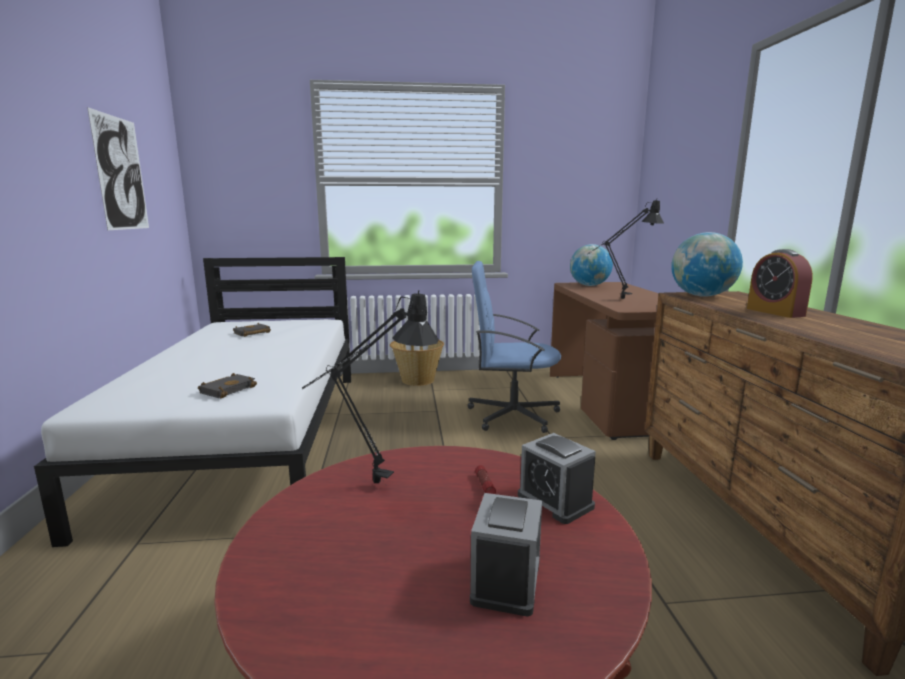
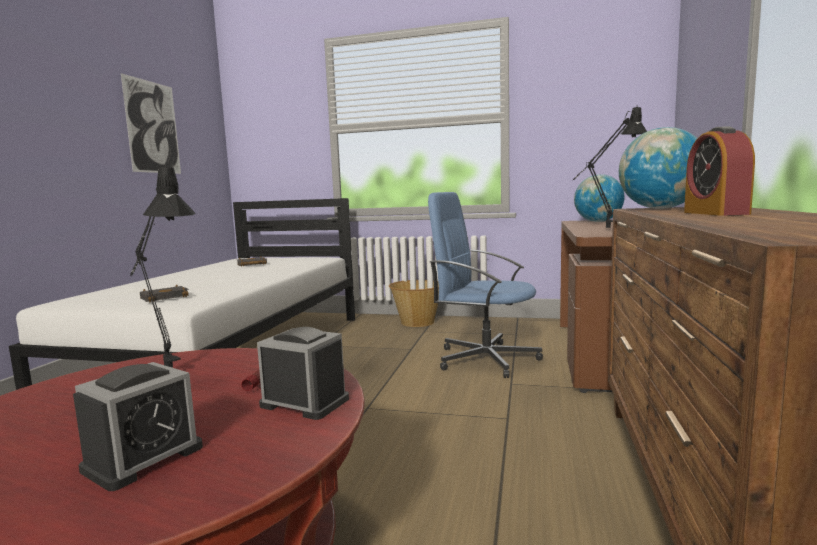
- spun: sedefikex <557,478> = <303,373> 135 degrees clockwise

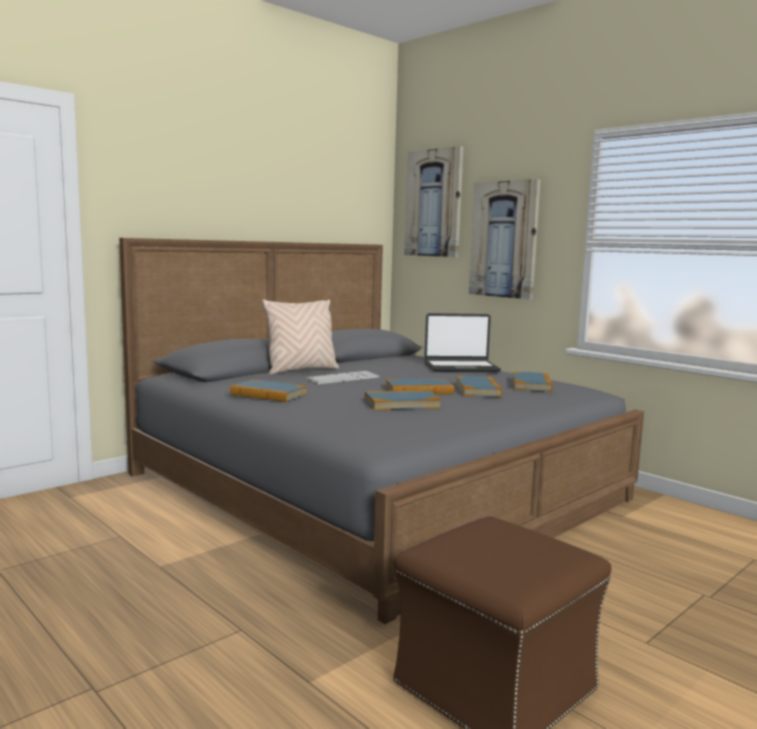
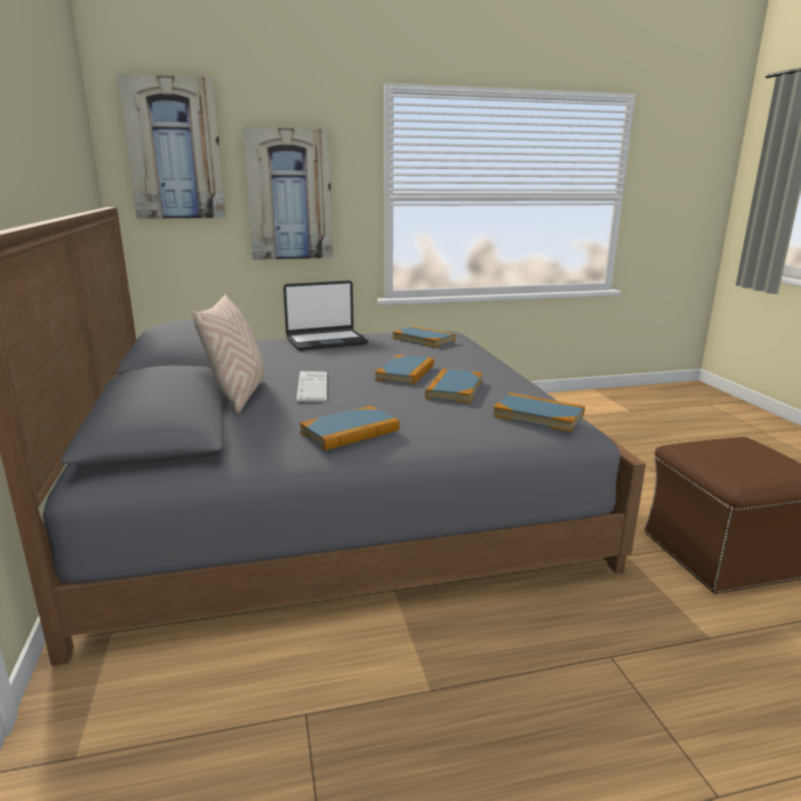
- spun: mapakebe <462,342> = <325,315> 45 degrees clockwise
- relocated: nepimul <479,386> to <539,412>

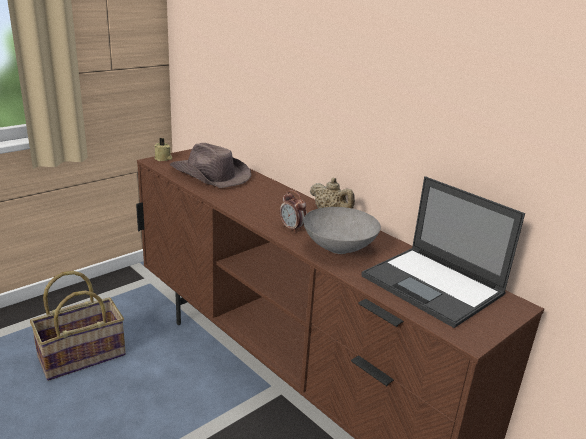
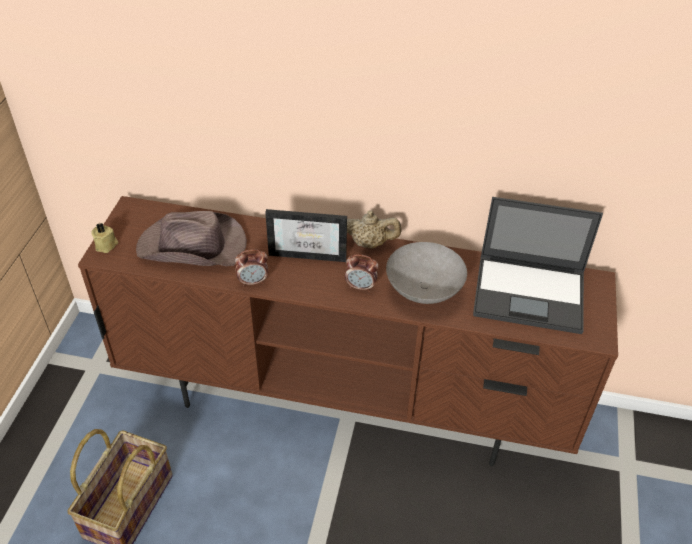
- appeared: sedefikex <251,268>
- appeared: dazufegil <306,235>

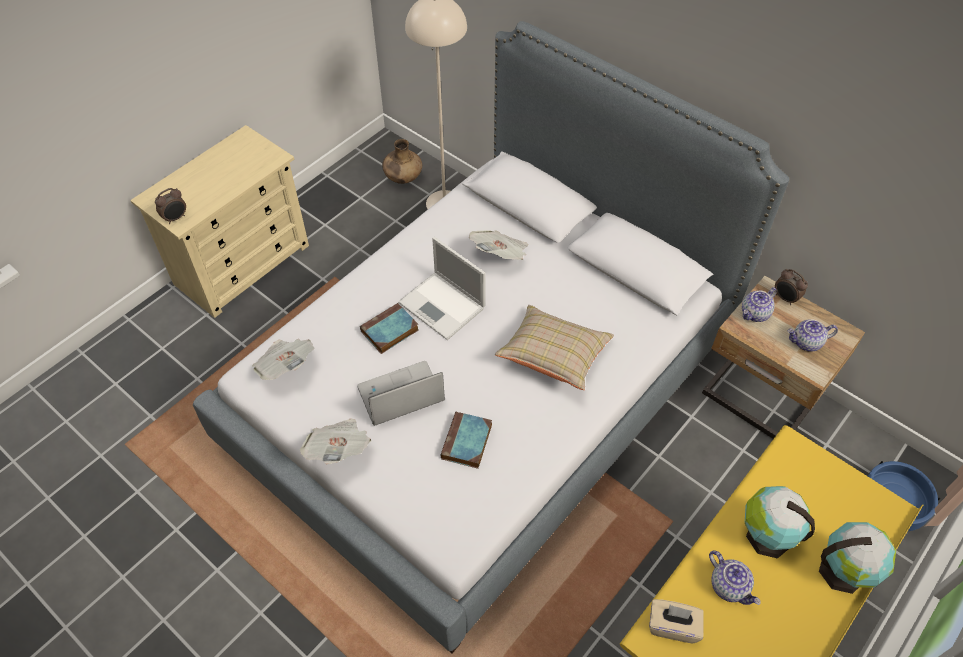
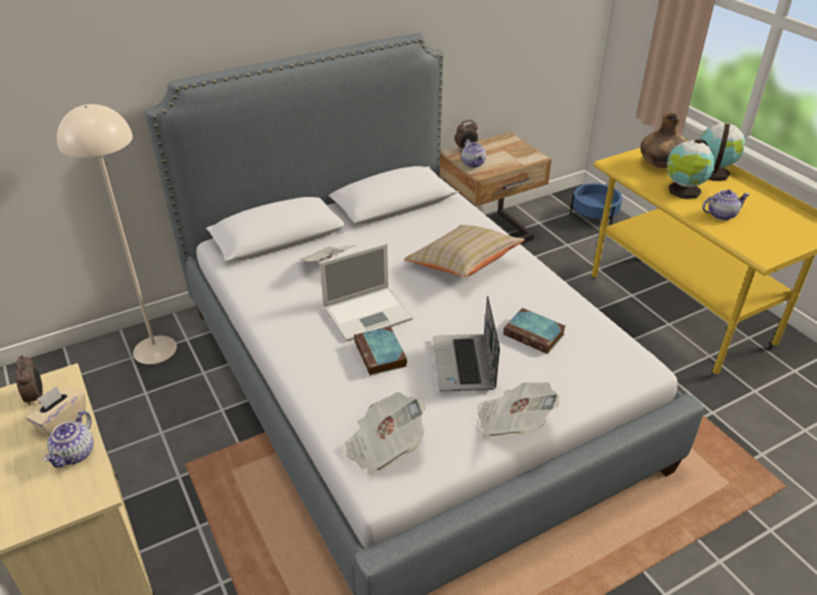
- relocated: sedefikex <170,206> to <29,380>
- relocated: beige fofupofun <676,621> to <55,411>
- relocated: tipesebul <812,335> to <69,439>
- relocated: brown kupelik <402,161> to <663,140>

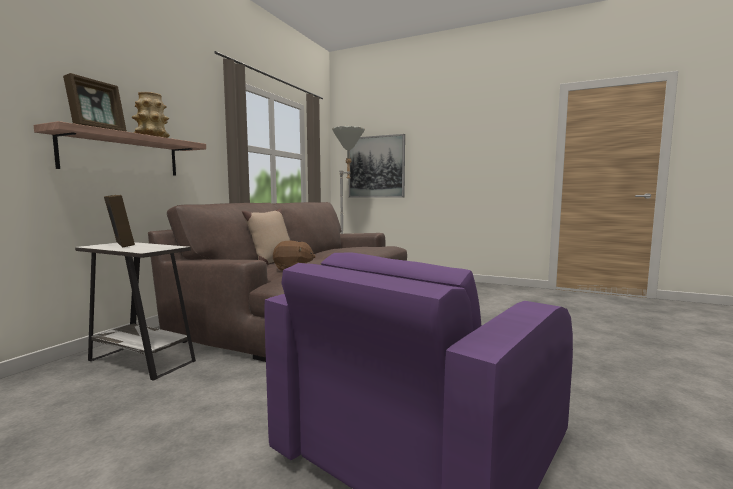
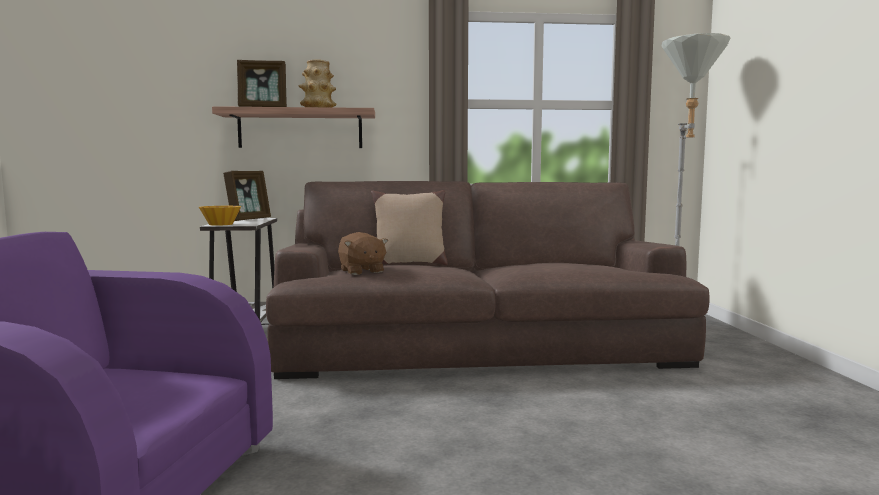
- appeared: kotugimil <220,216>
- missing: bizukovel <377,165>

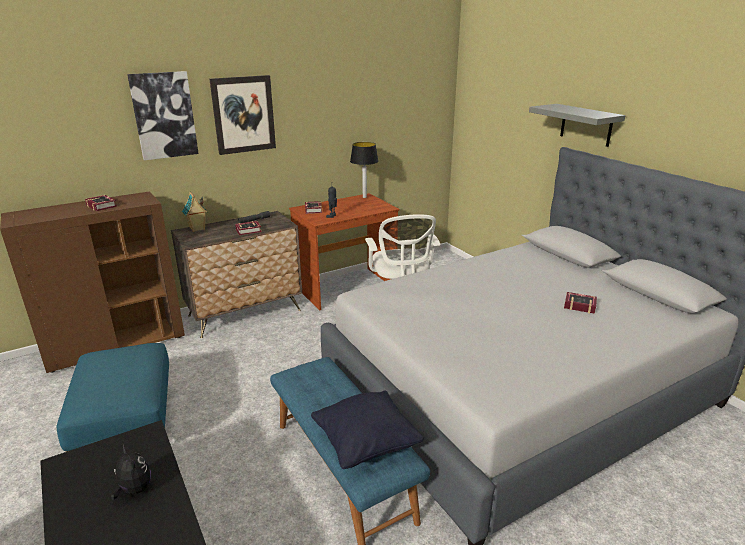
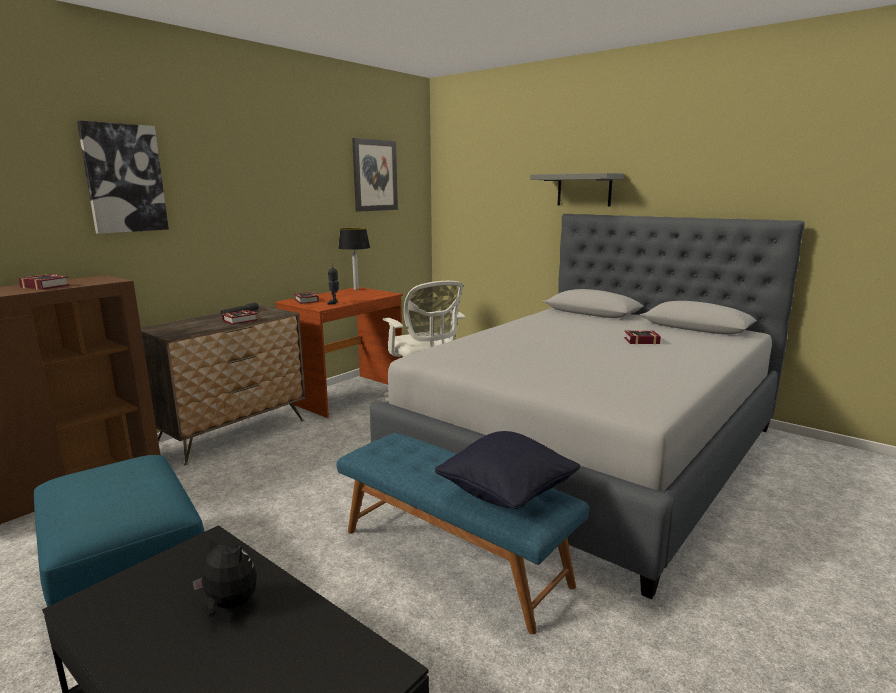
- relocated: bizukovel <243,115> to <375,175>
- missing: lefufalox <194,212>

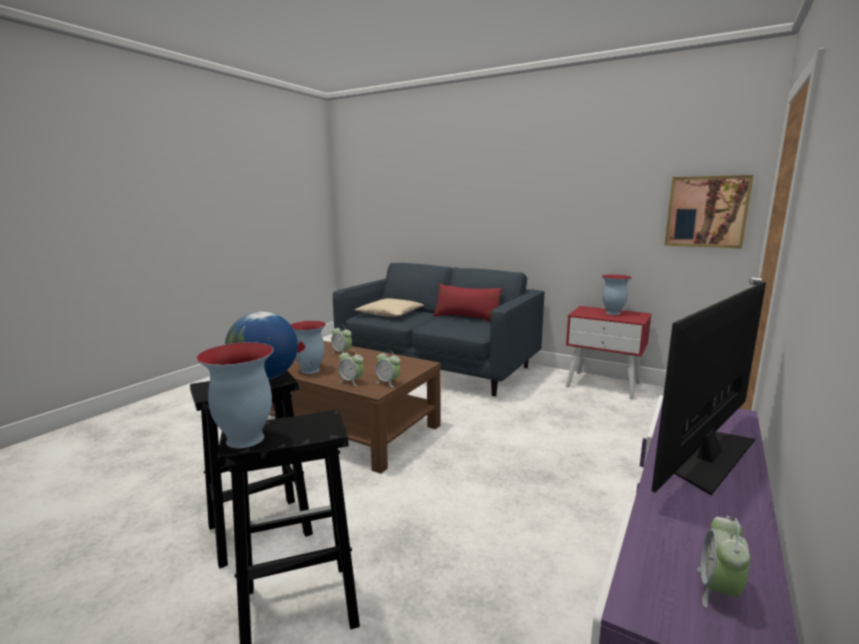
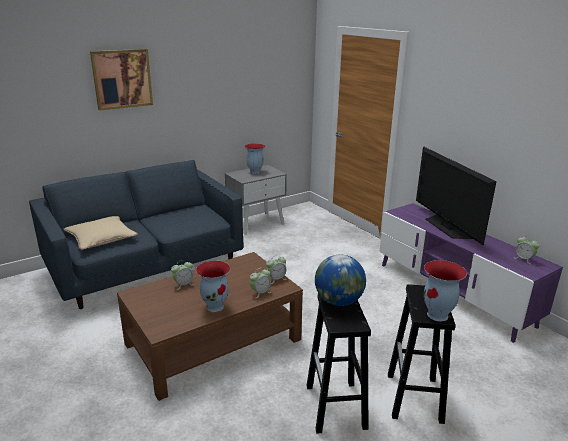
- relocated: bizukovel <709,212> to <121,80>
- colour: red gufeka <609,352> to grey gufeka <256,200>
- missing: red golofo <468,302>

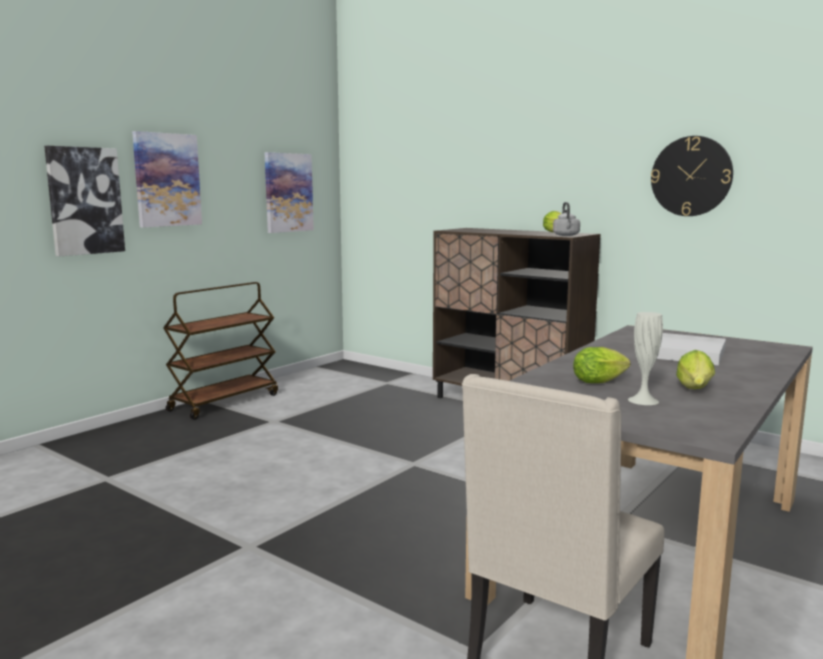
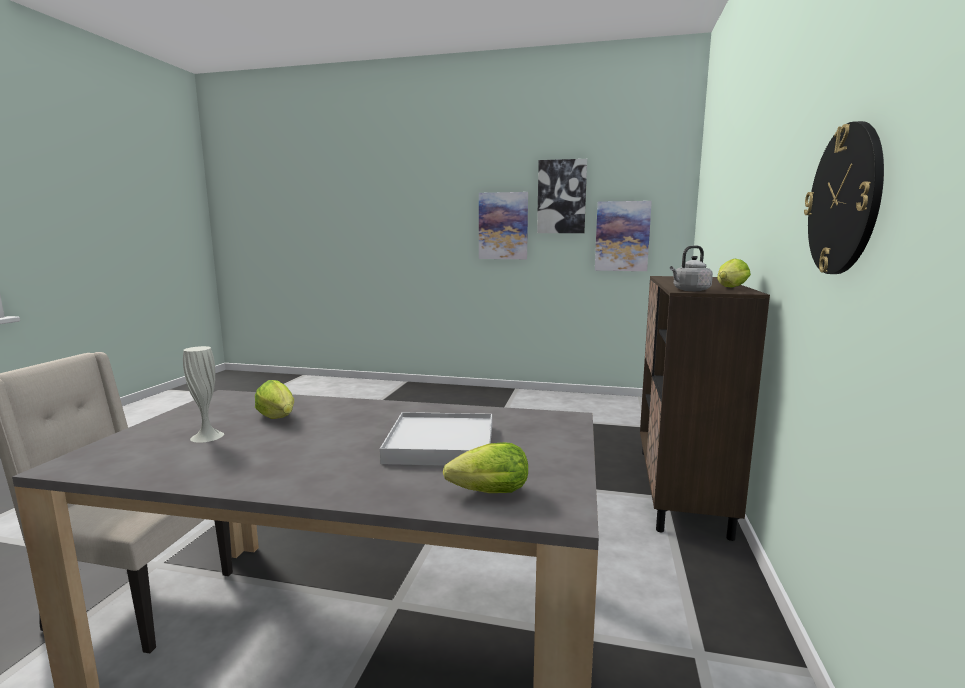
- relocated: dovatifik <695,369> to <485,467>
- relocated: bizukovel <84,201> to <562,196>
- missing: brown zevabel <220,351>

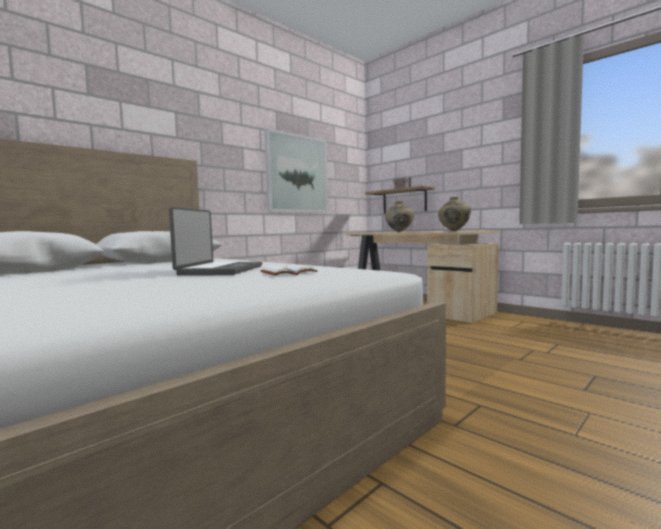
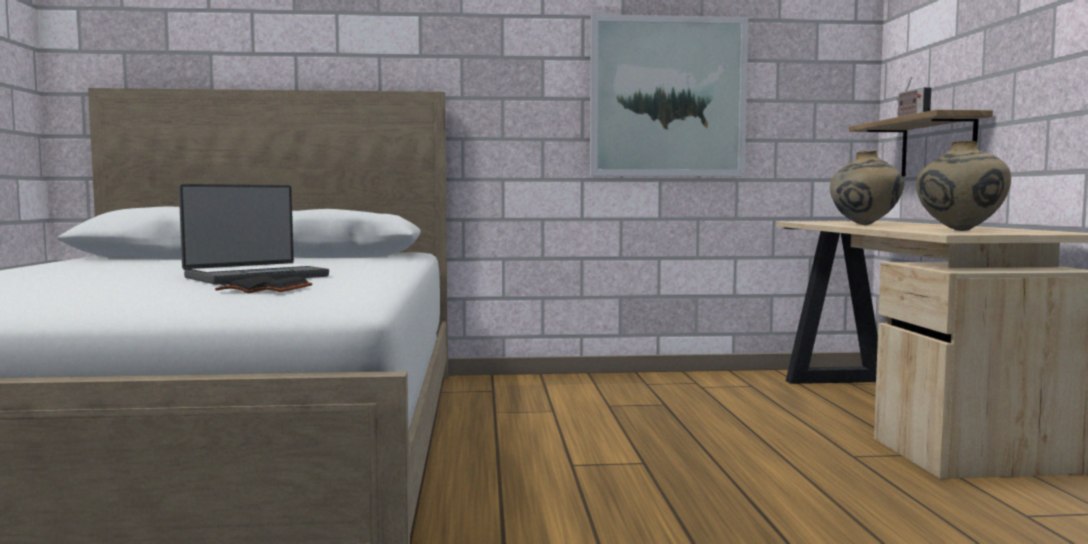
- colour: white nepimul <289,270> to black nepimul <264,285>

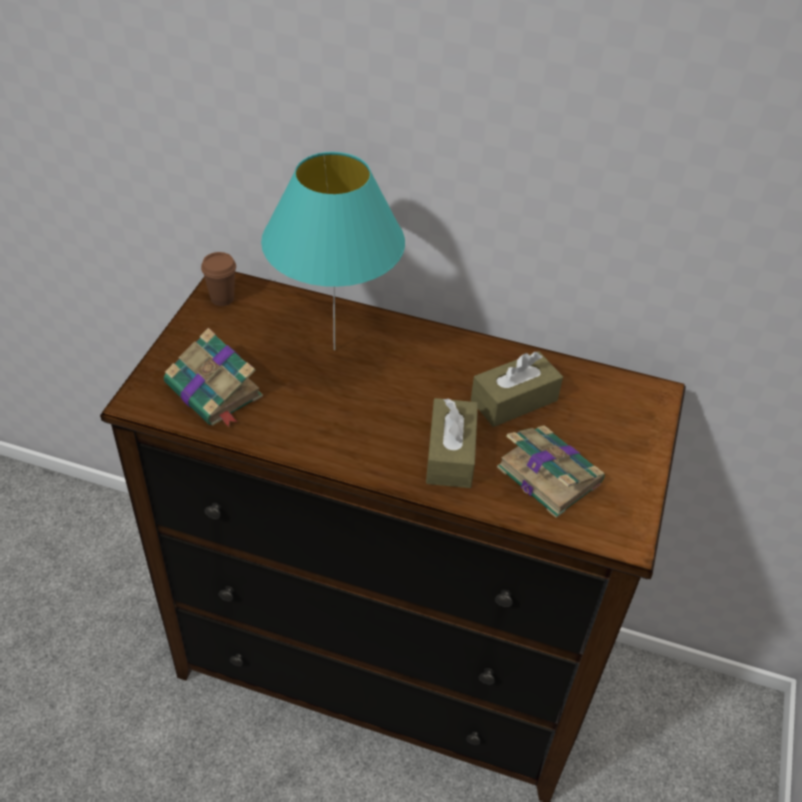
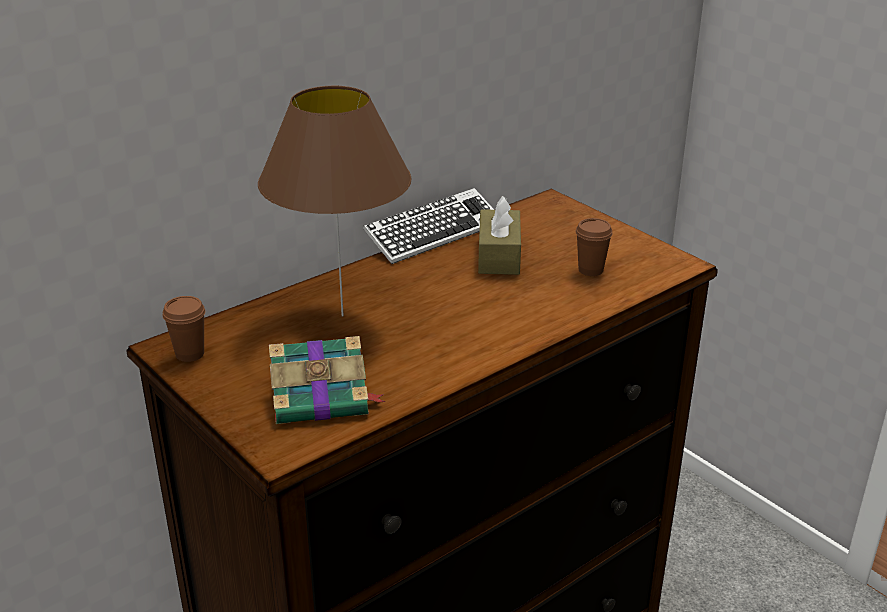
- colour: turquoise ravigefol <333,251> to brown ravigefol <335,201>
- appeared: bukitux <428,226>
- exchanged: nepimul <551,472> to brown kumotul <594,247>
- missing: brown fofupofun <452,443>

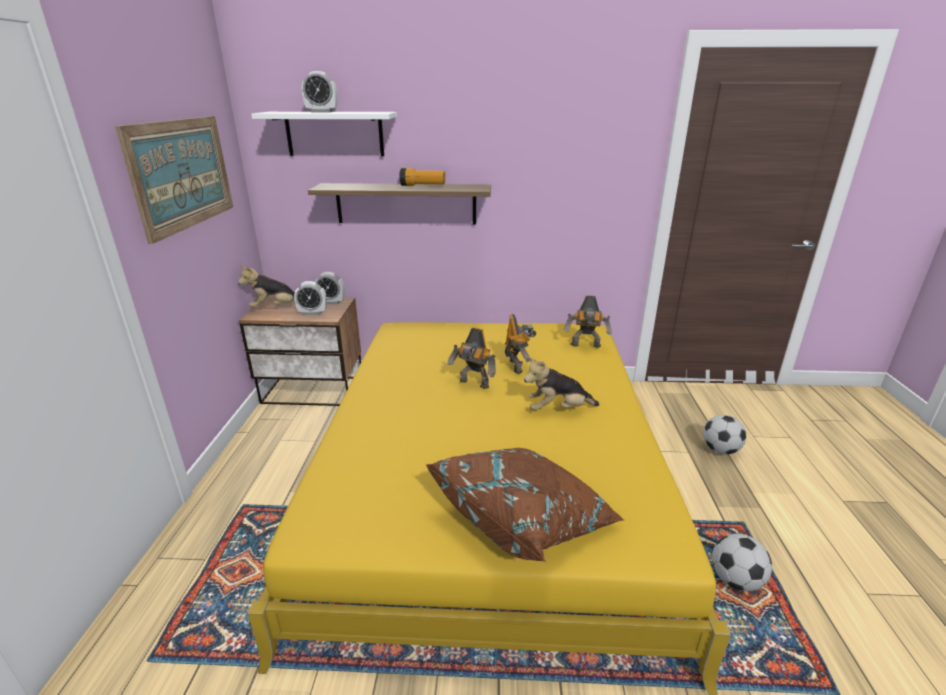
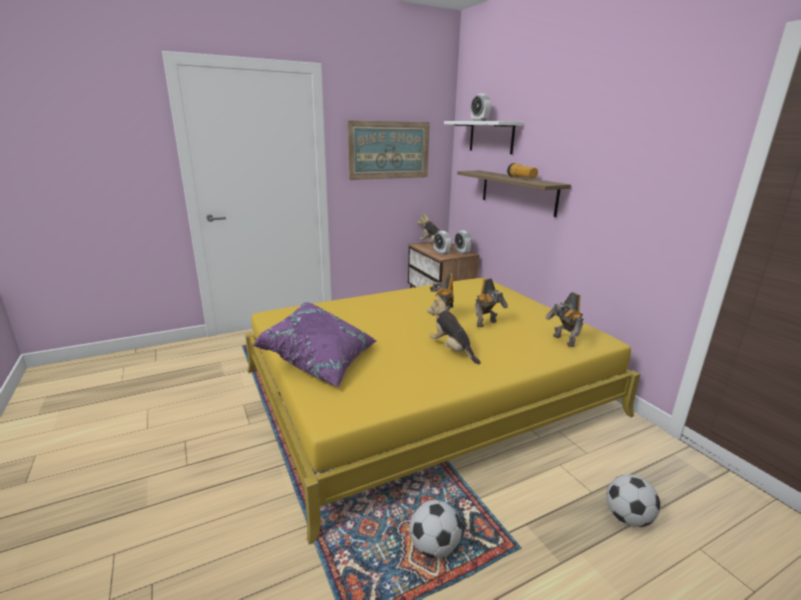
- colour: brown golofo <524,505> to purple golofo <315,345>

